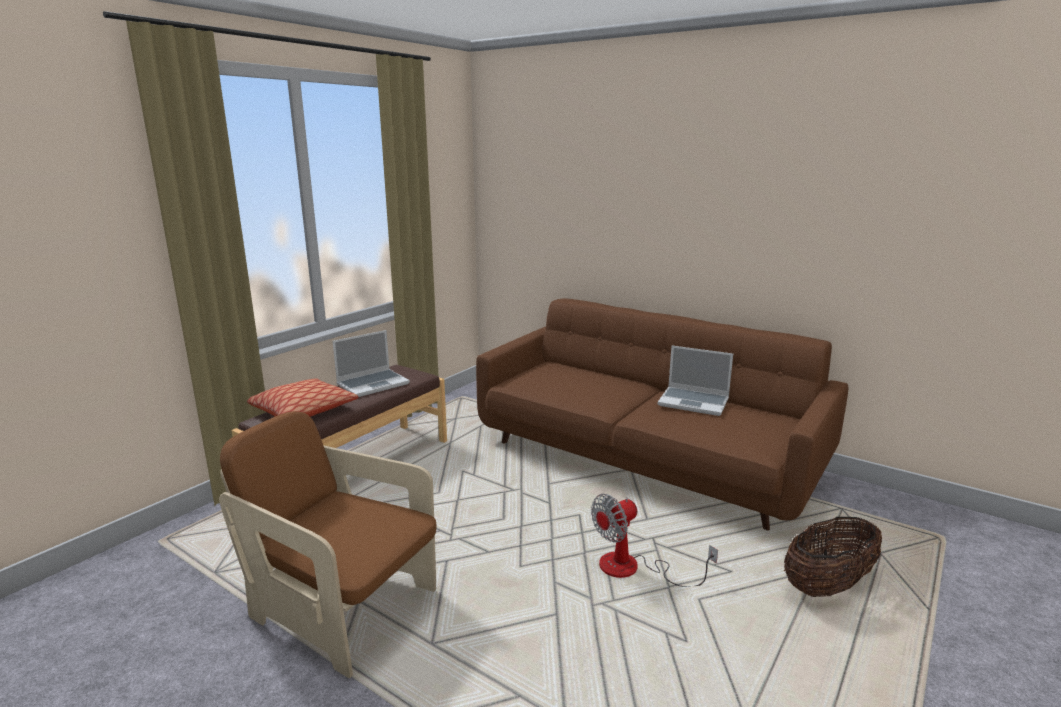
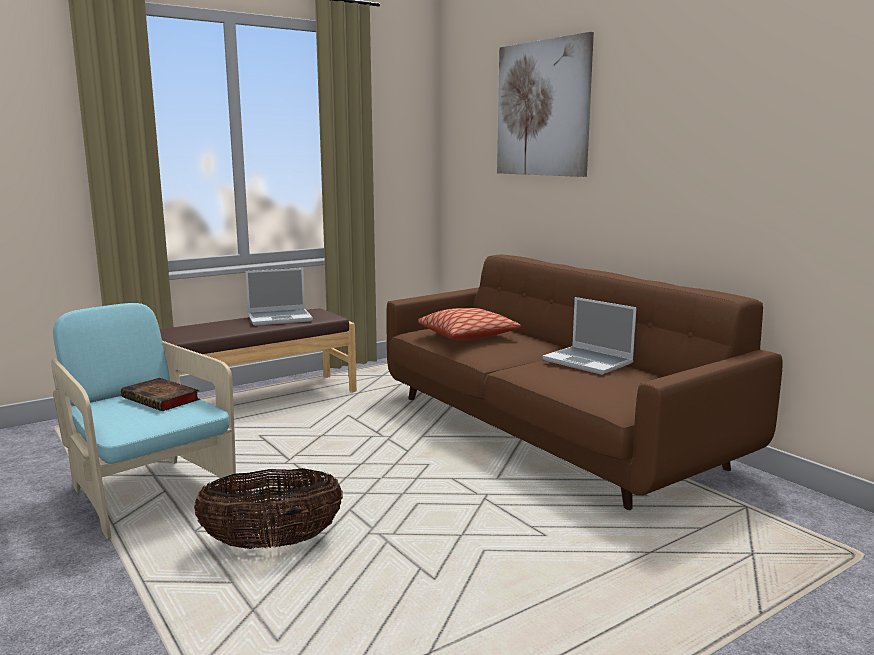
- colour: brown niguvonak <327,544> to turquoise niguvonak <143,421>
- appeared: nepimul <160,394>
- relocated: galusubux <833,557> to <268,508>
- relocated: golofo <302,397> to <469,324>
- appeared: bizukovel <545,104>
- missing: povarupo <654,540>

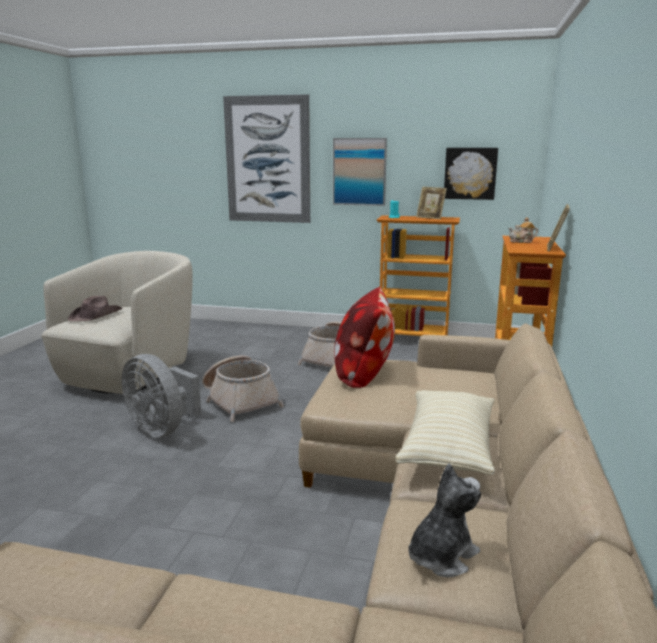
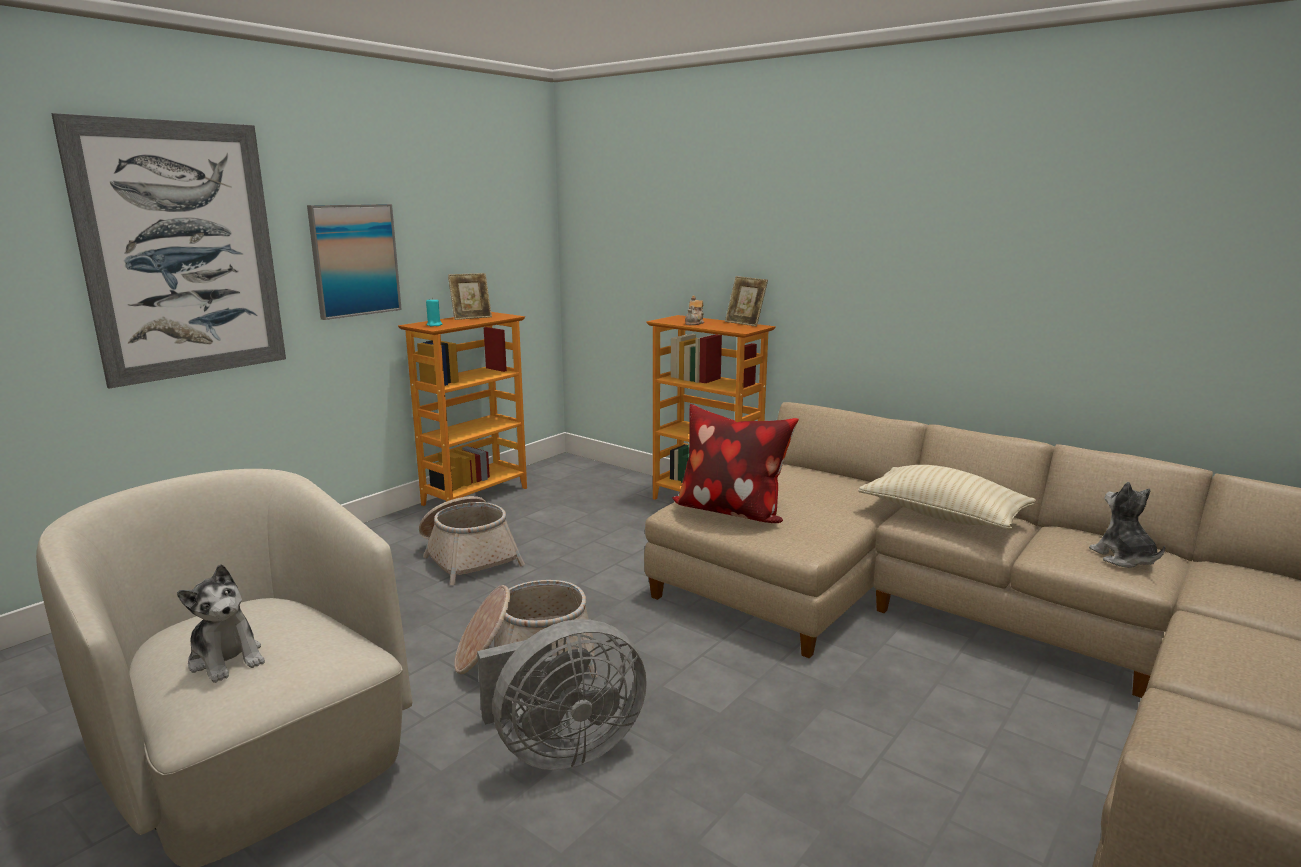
- exchanged: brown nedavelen <95,308> to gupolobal <221,623>
- missing: bizukovel <471,174>

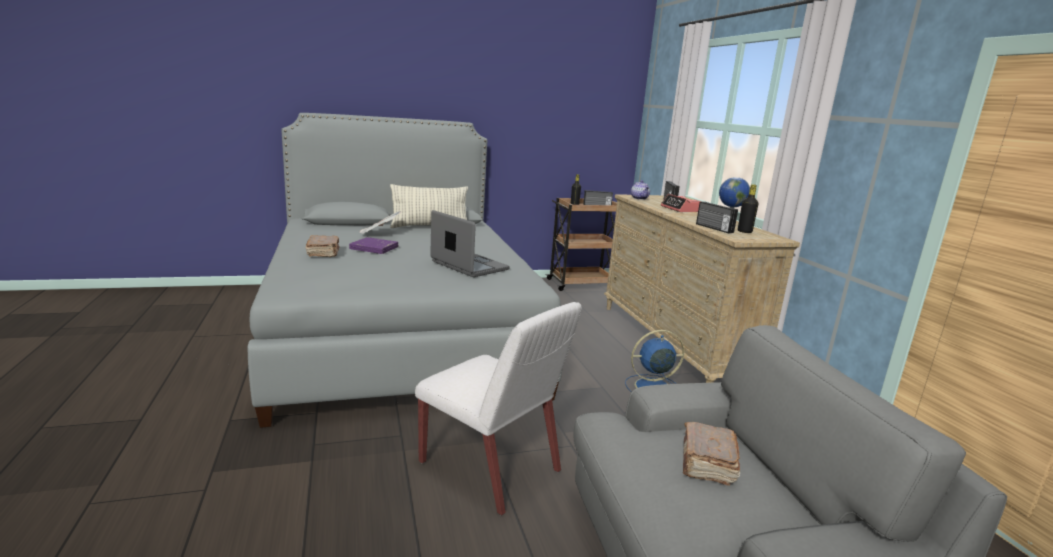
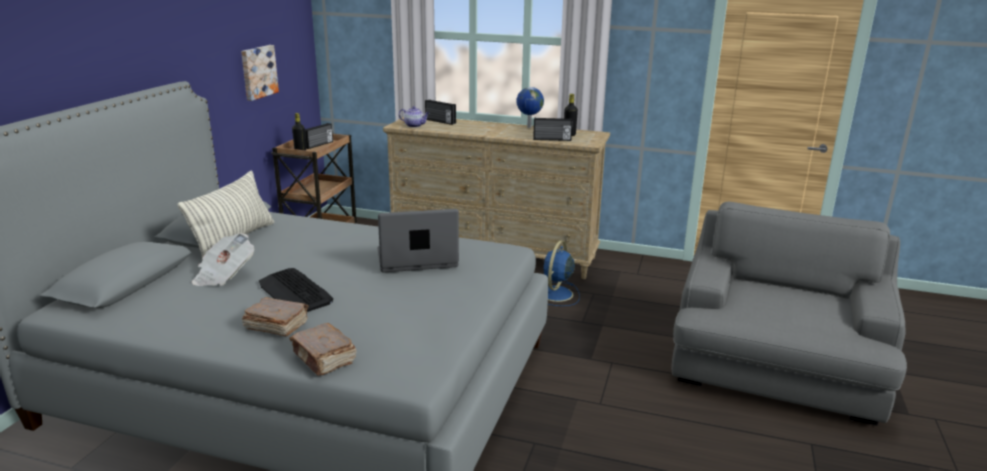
- appeared: bizukovel <260,73>
- exchanged: purple nepimul <373,245> to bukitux <296,290>
- relocated: brown nepimul <711,454> to <322,349>
- missing: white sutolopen <498,408>
- missing: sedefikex <681,203>

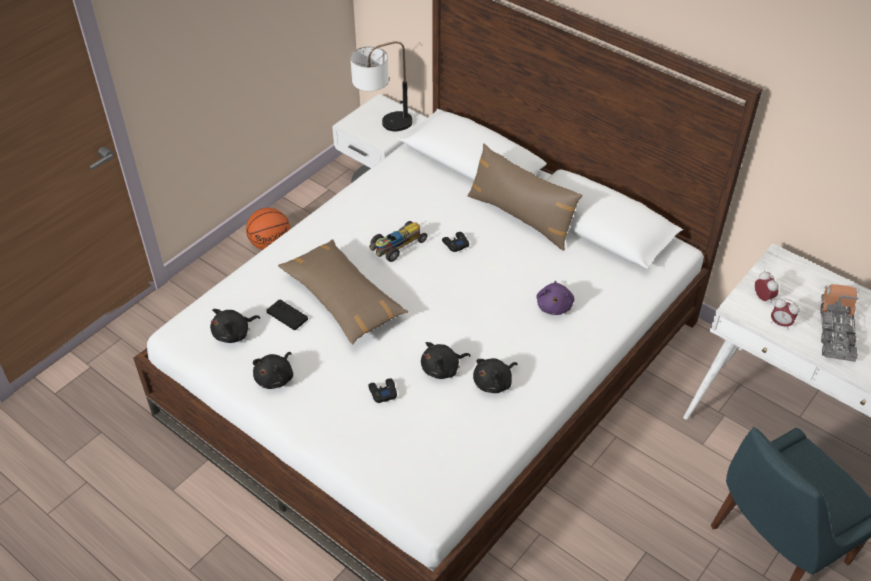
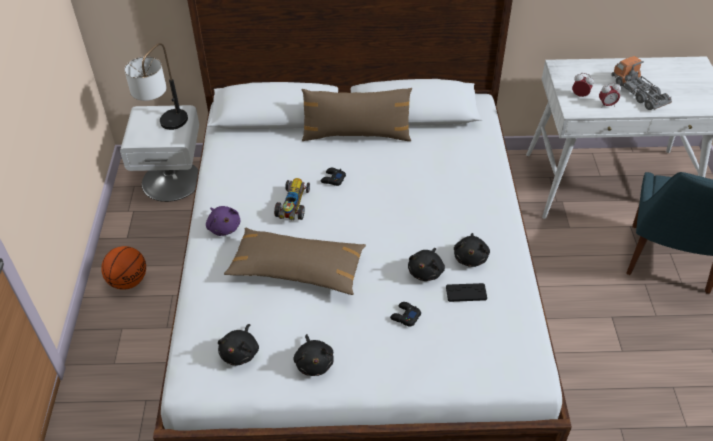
- relocated: purple gupolobal <555,298> to <223,221>
- relocated: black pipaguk <287,314> to <466,292>

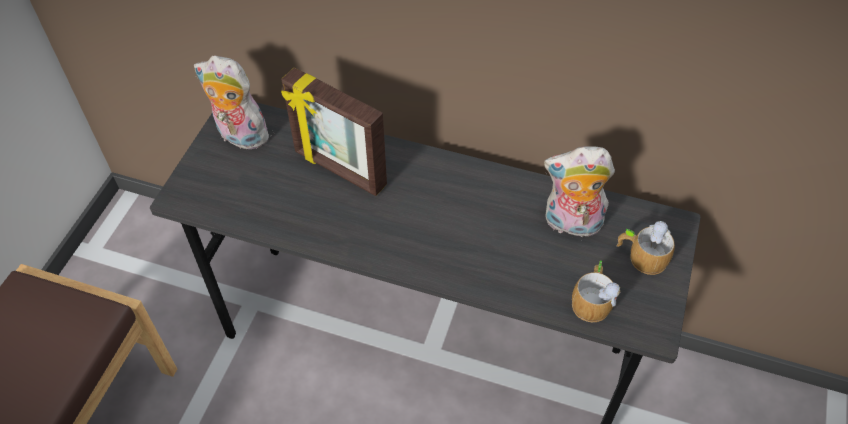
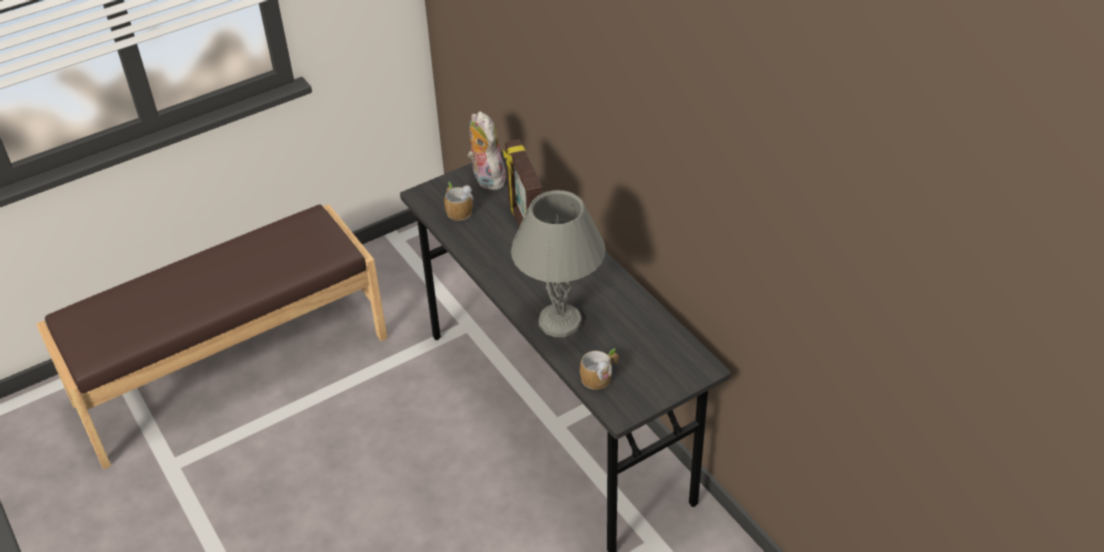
- relocated: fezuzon <646,248> to <458,201>
- appeared: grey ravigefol <558,263>
- missing: gupolobal <579,191>

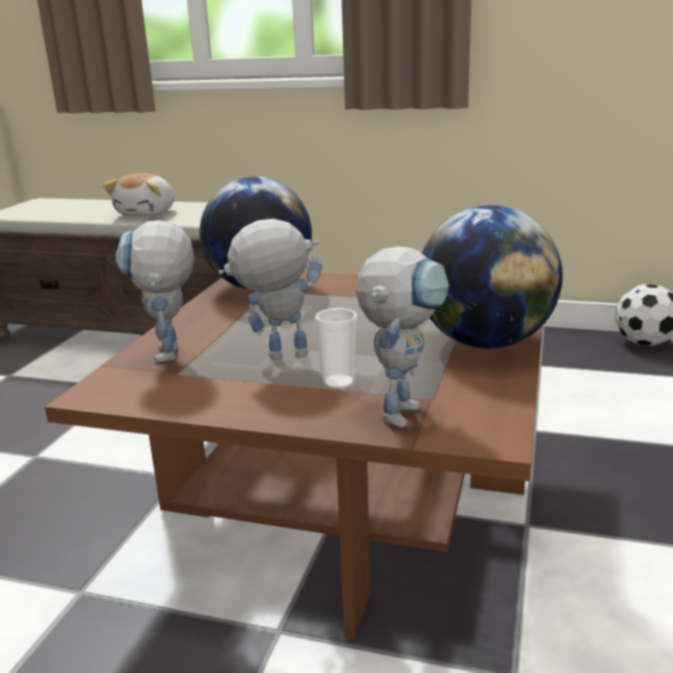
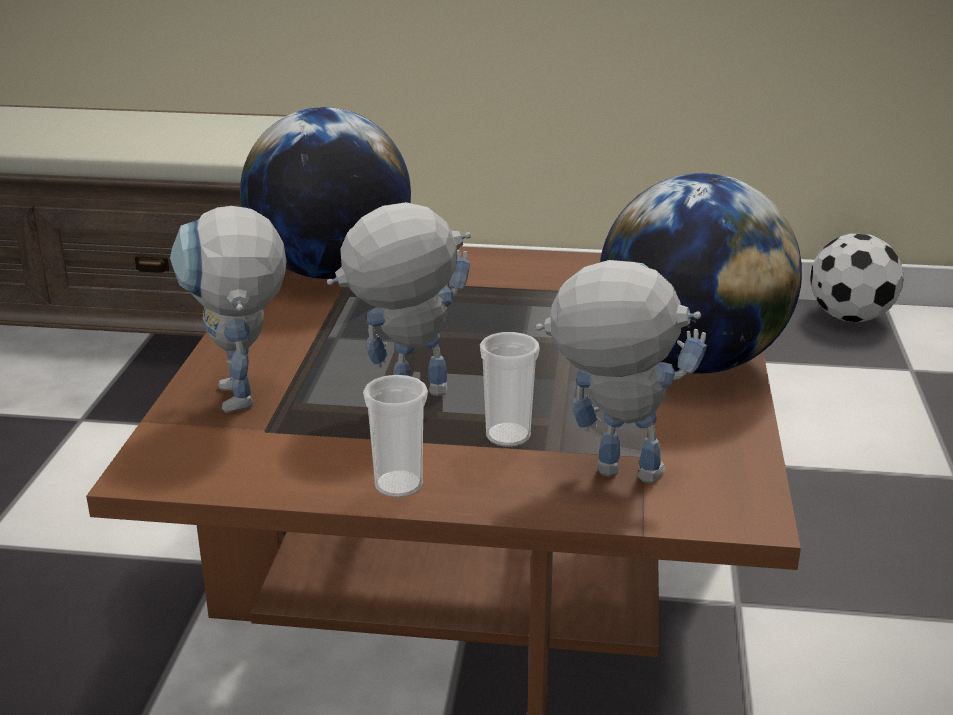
- appeared: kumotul <395,436>
- spun: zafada <402,337> = <621,371> 90 degrees counterclockwise
- missing: gupolobal <139,194>

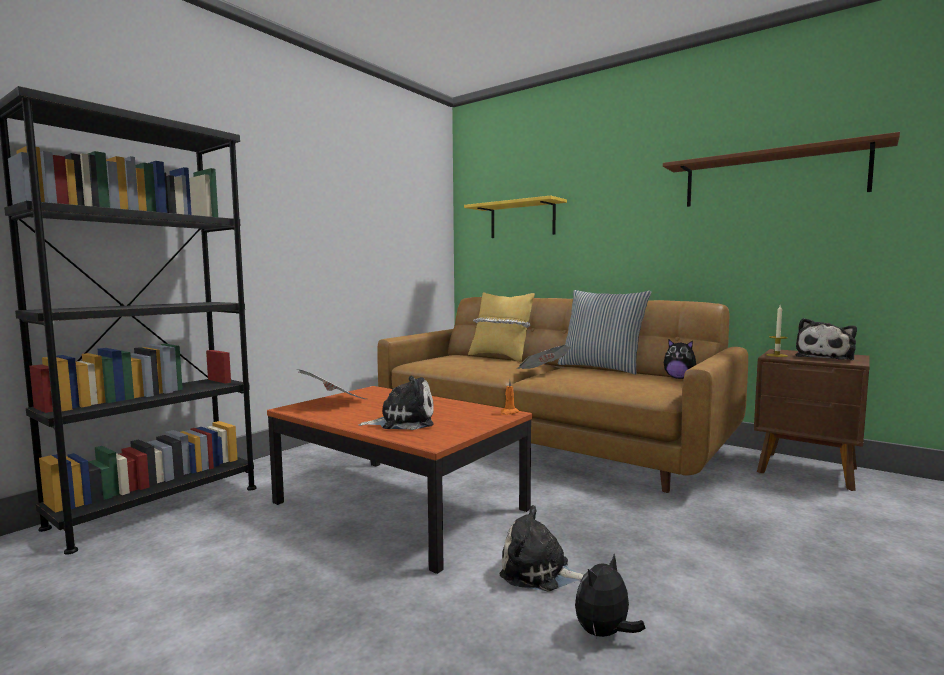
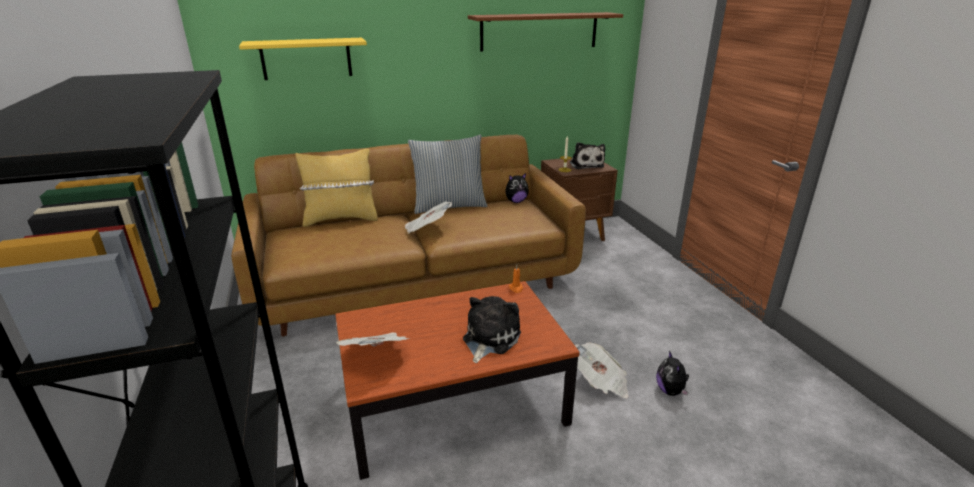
- exchanged: gupolobal <541,548> to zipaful <601,370>

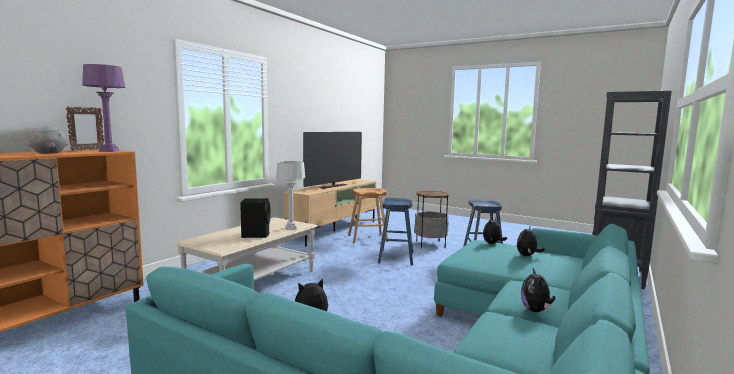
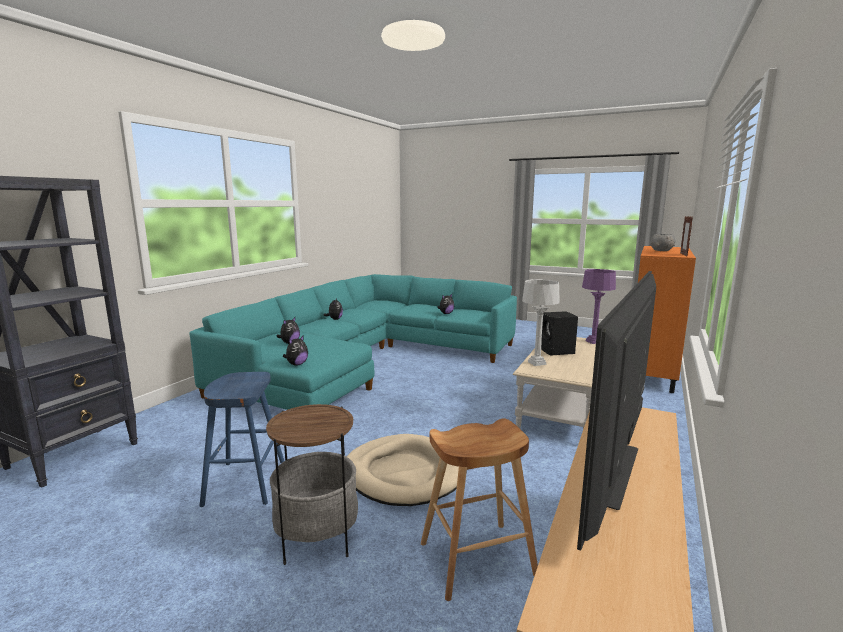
- exchanged: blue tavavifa <395,231> to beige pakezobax <402,470>
- relocated: purple ravigefol <103,108> to <599,306>

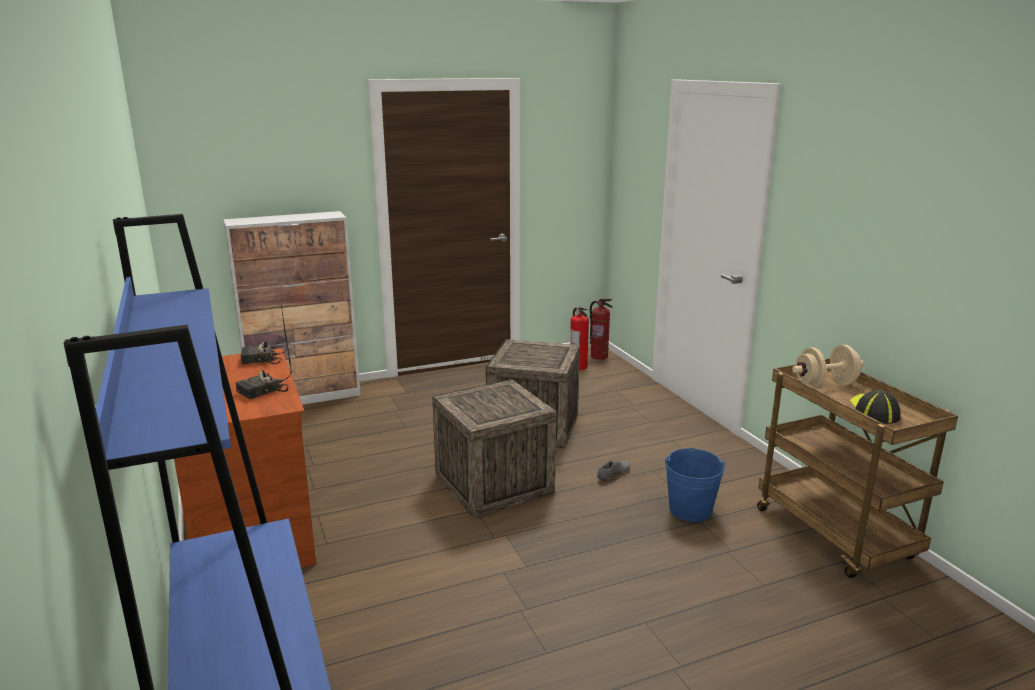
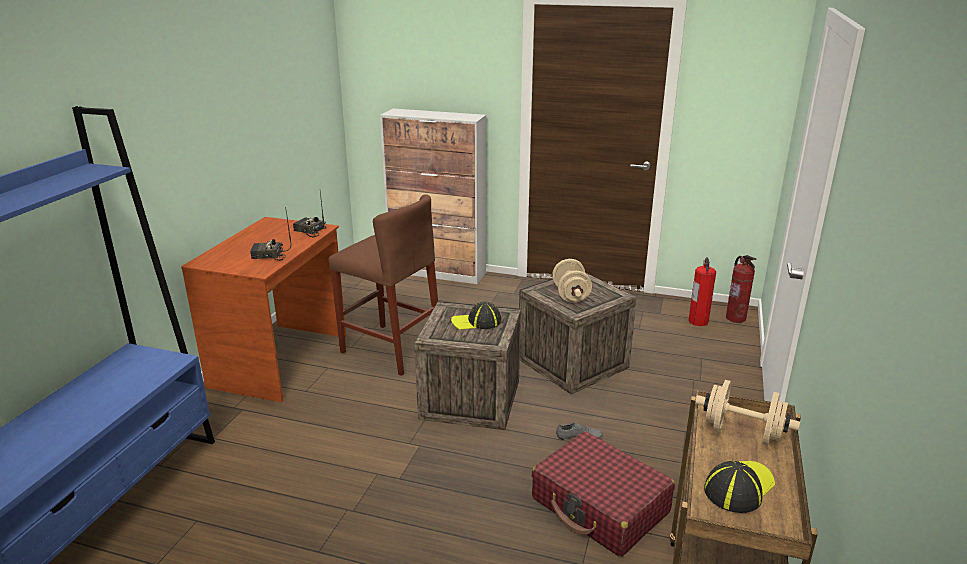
- appeared: brown tavavifa <383,285>
- appeared: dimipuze <476,316>
- exchanged: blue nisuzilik <695,485> to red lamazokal <603,494>
- appeared: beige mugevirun <572,281>

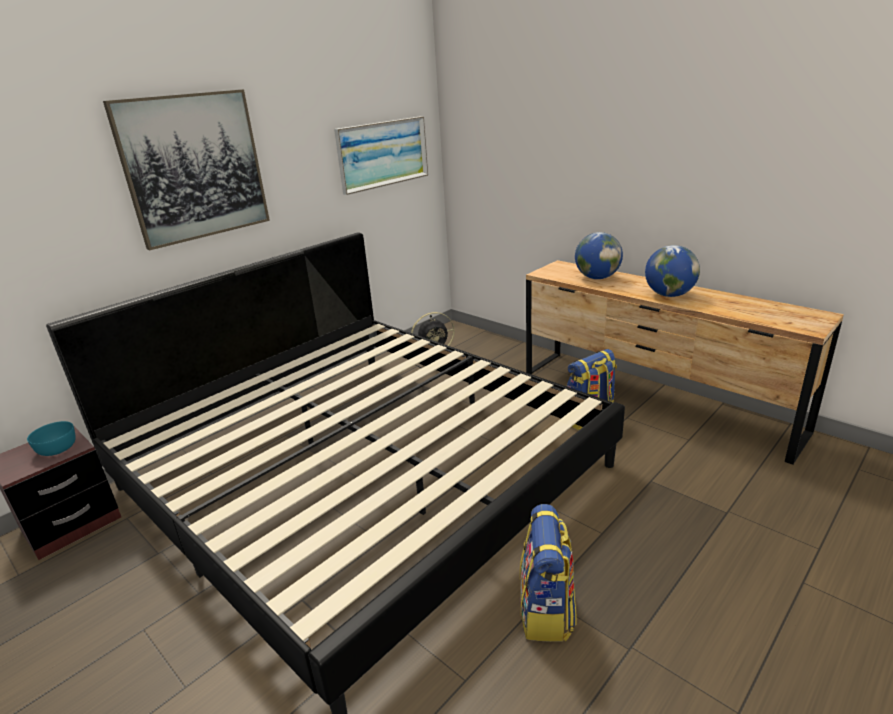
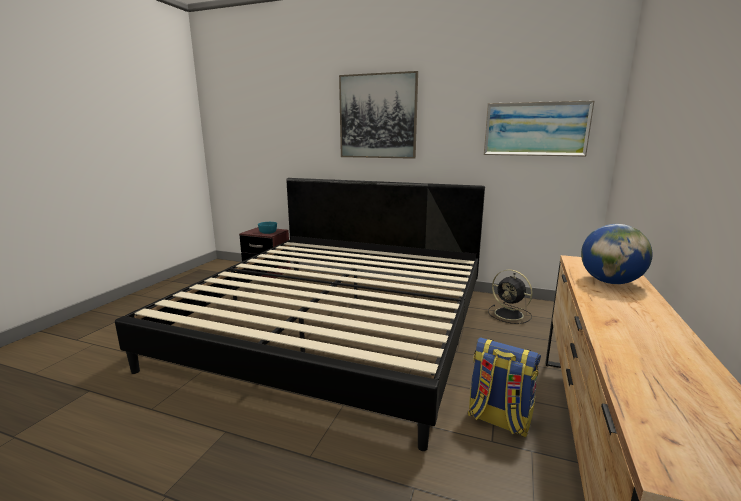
- missing: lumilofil <548,573>
- missing: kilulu <672,271>

